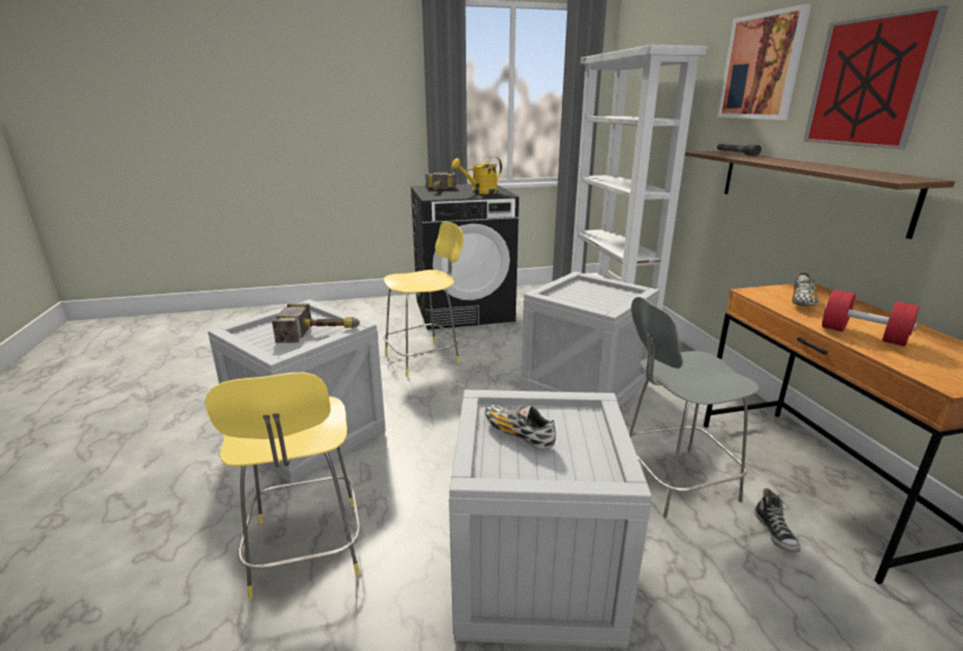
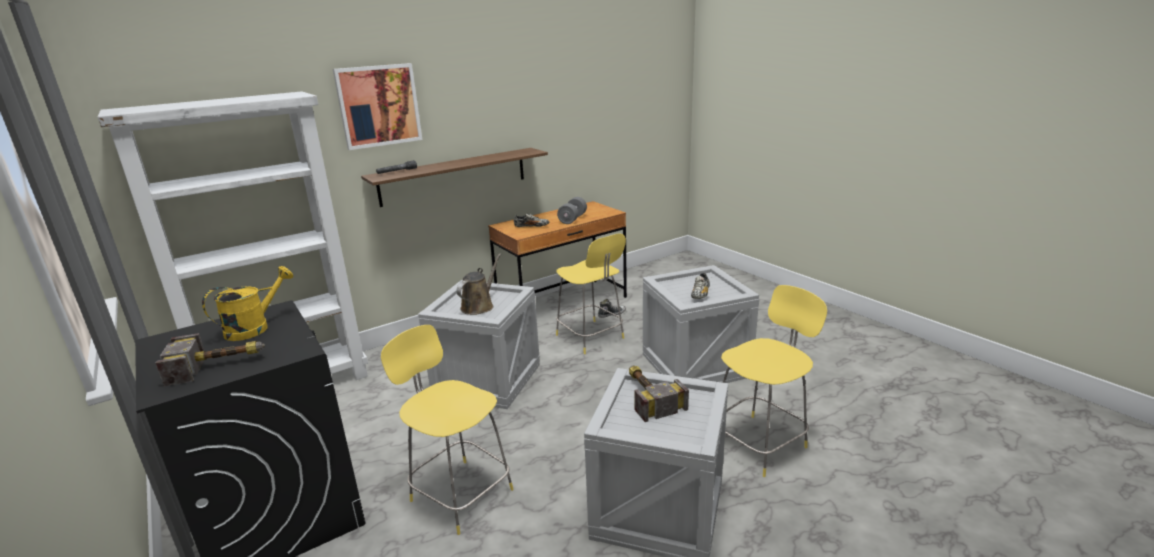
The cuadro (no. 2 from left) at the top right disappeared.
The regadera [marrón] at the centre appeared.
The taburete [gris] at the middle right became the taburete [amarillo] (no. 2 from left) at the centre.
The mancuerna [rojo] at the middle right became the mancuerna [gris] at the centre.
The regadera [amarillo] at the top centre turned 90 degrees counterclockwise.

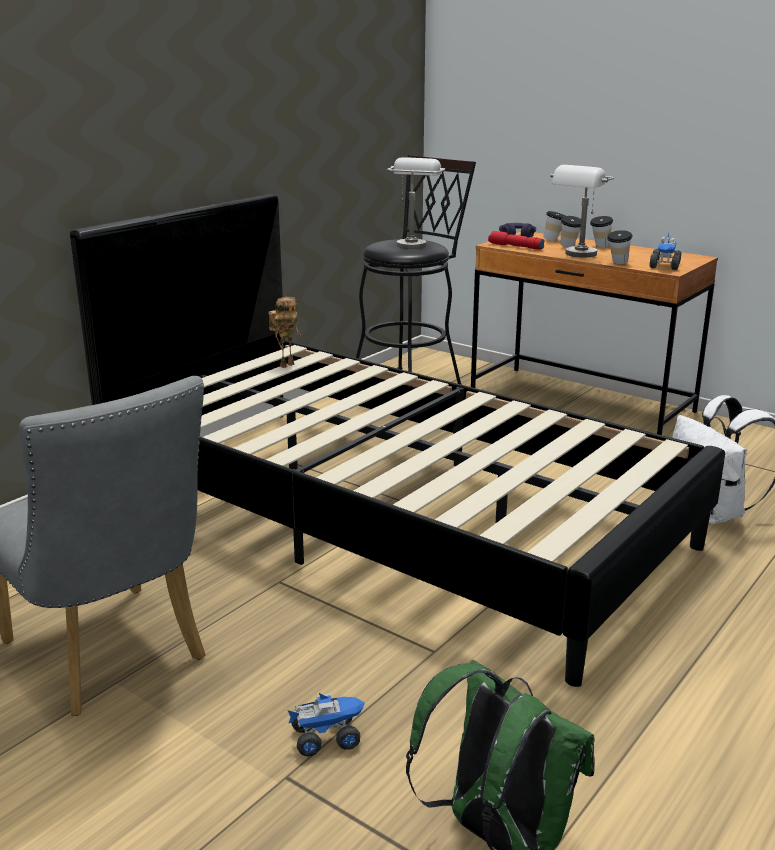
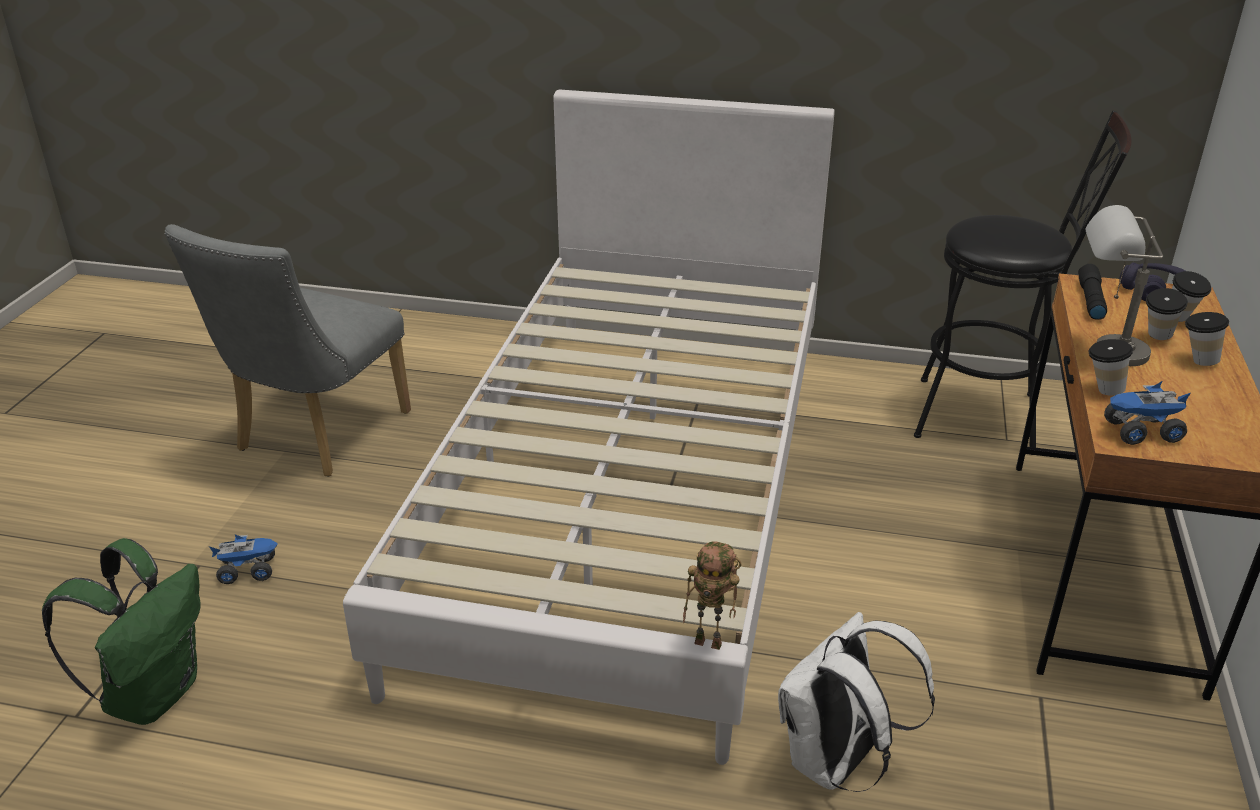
The lámpara de mesa [gris] (no. 1 from left) at the top centre disappeared.
The robot de juguete moved from the centre to the bottom centre.
The cama [negro] at the centre became the cama [blanco] at the centre.
The linterna [rojo] at the top centre became the linterna [negro] at the middle right.
The camión de juguete (no. 1 from left) at the bottom centre turned 60 degrees counterclockwise.

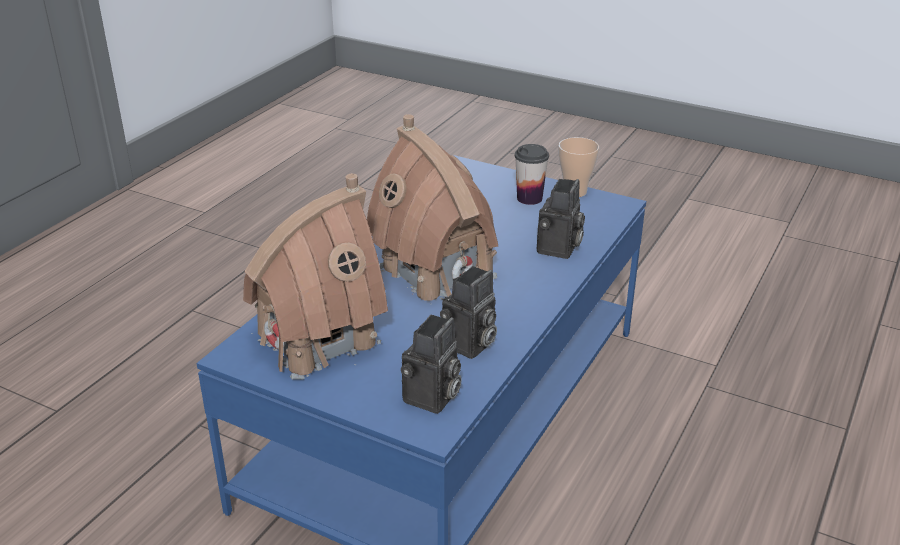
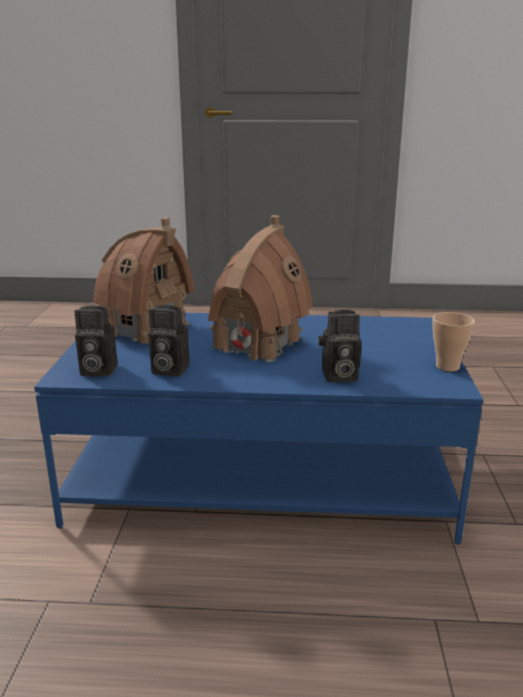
The taza (no. 1 from left) at the top centre disappeared.

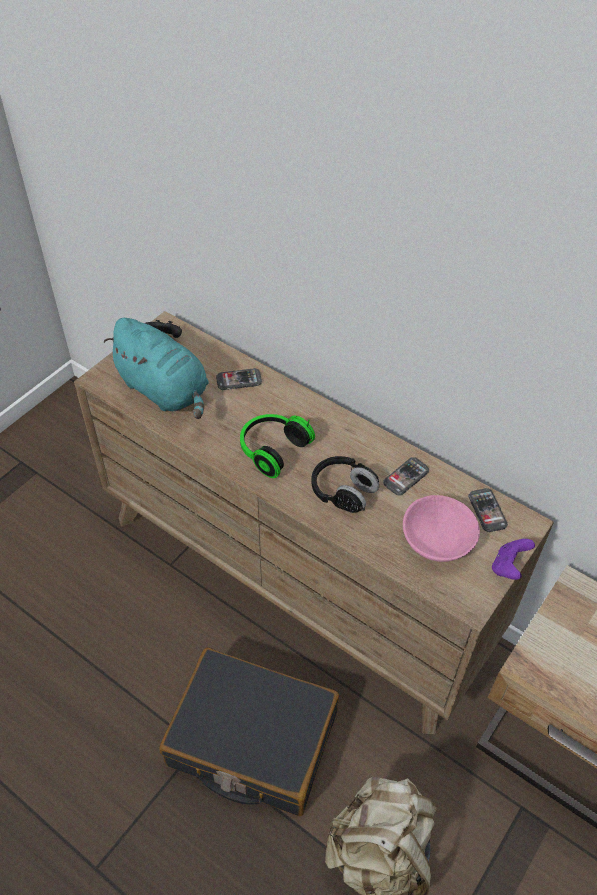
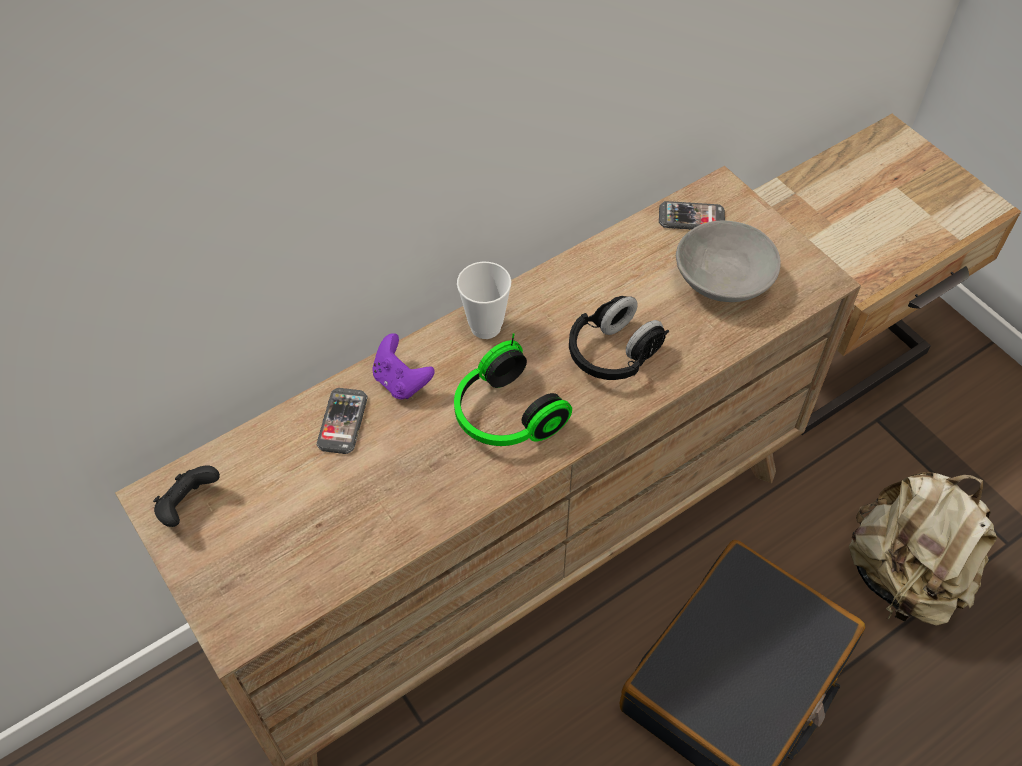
The peluche [turquesa] at the middle left disappeared.
The móvil (no. 2 from left) at the middle right disappeared.
The taza at the centre appeared.
The mando de consola [morado] moved from the middle right to the centre.
The cuenco [rosa] at the middle right became the cuenco [gris] at the middle right.

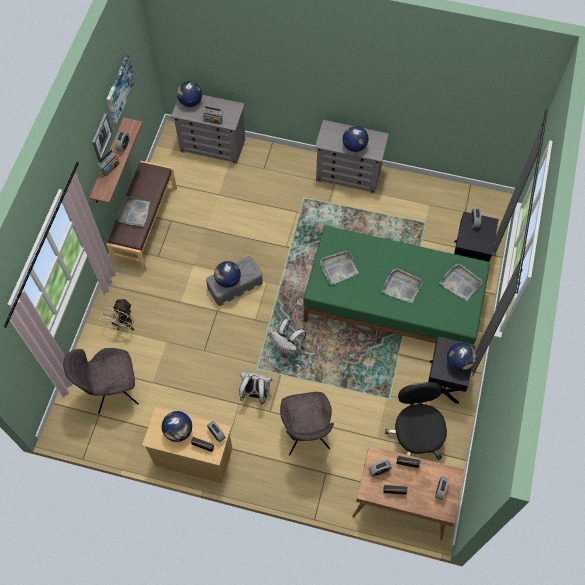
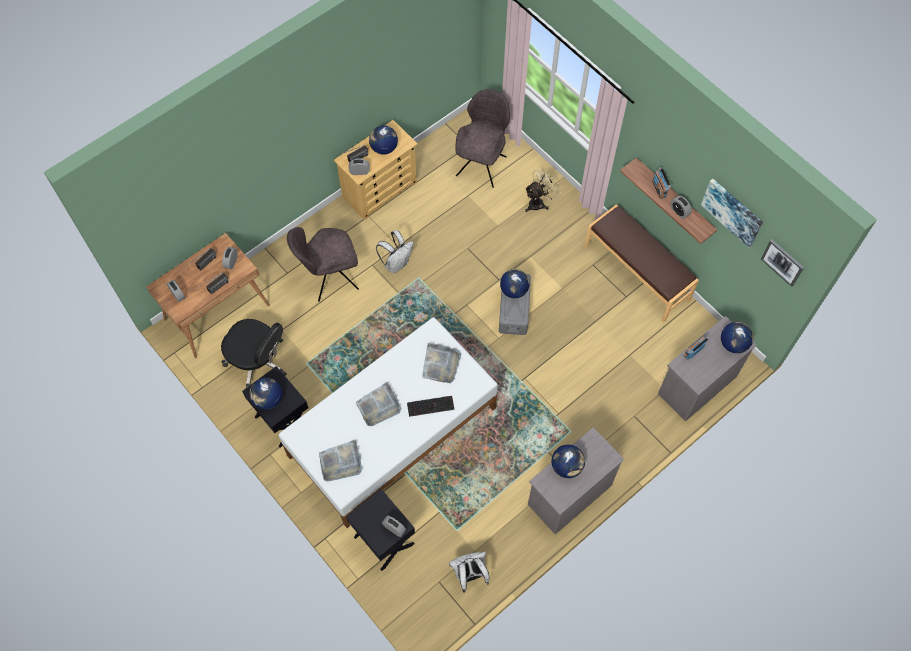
The bandeja [gris] (no. 1 from left) at the middle left disappeared.
The teclado at the centre appeared.
The cuadro (no. 1 from left in the first image) moved from the top left to the middle right.
The mochila [blanco] (no. 2 from left) moved from the centre to the bottom centre.
The cama [verde] at the middle right became the cama [blanco] at the centre.
The ventilador [beis] at the middle left turned 90 degrees clockwise.
The silla [gris] (no. 2 from left in the first image) at the bottom centre turned 45 degrees counterclockwise.

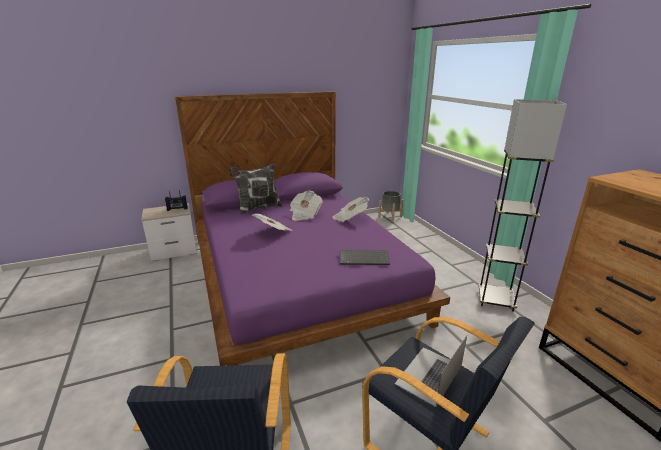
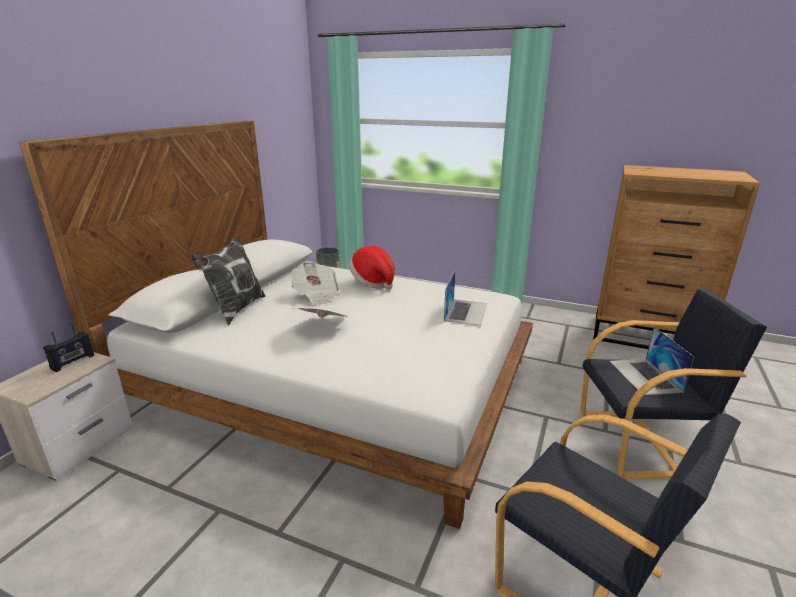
The lámpara de pie [gris] at the middle right disappeared.
The periódico (no. 3 from left) at the centre was replaced by the sombrero at the centre.
The teclado at the centre was replaced by the portátil (no. 1 from left) at the centre.
The cama [morado] at the centre became the cama [blanco] at the centre.

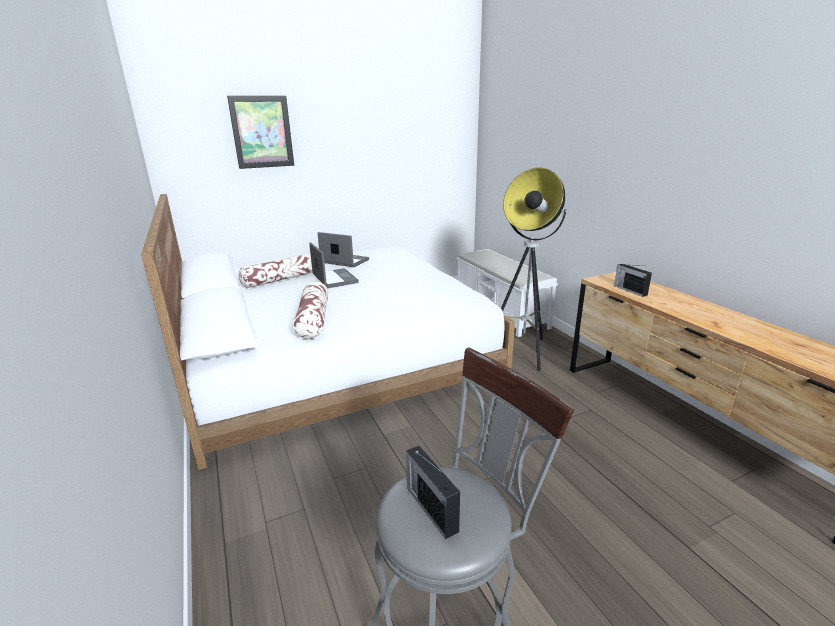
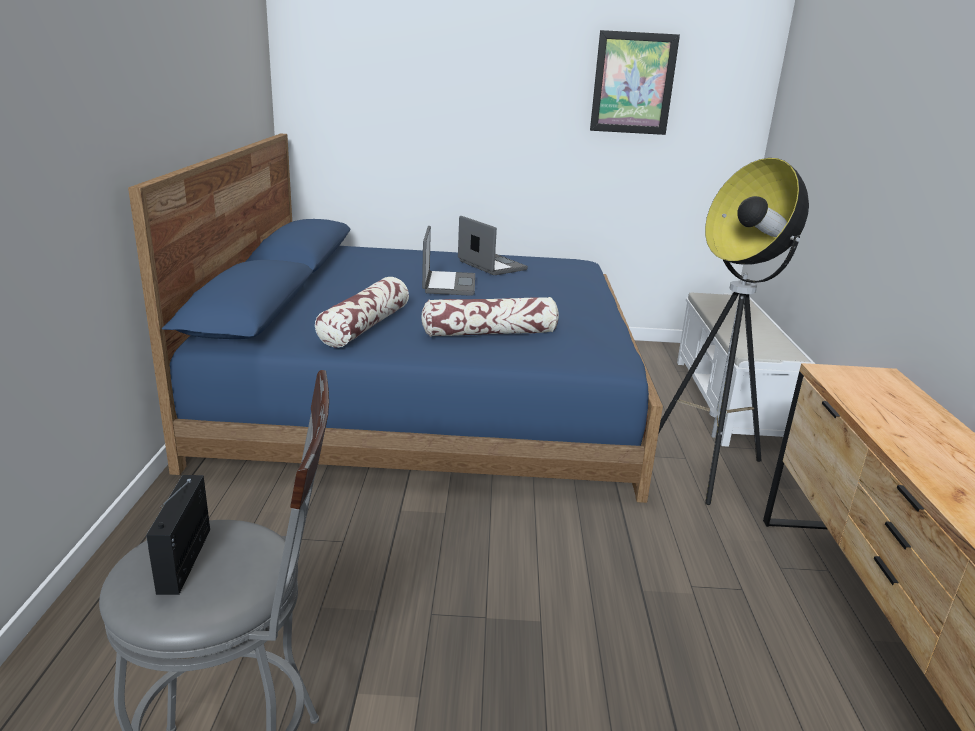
The radio (no. 2 from left) at the middle right disappeared.
The cuadro moved from the top left to the top centre.
The cojín (no. 1 from left in the first image) moved from the middle left to the centre.
The cama [blanco] at the centre became the cama [azul] at the centre.

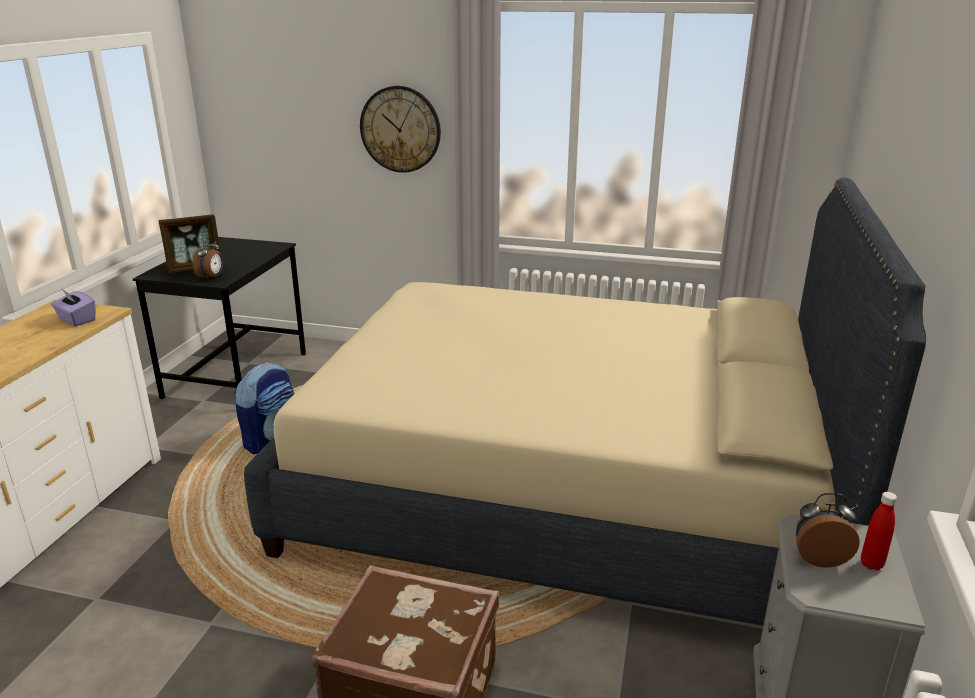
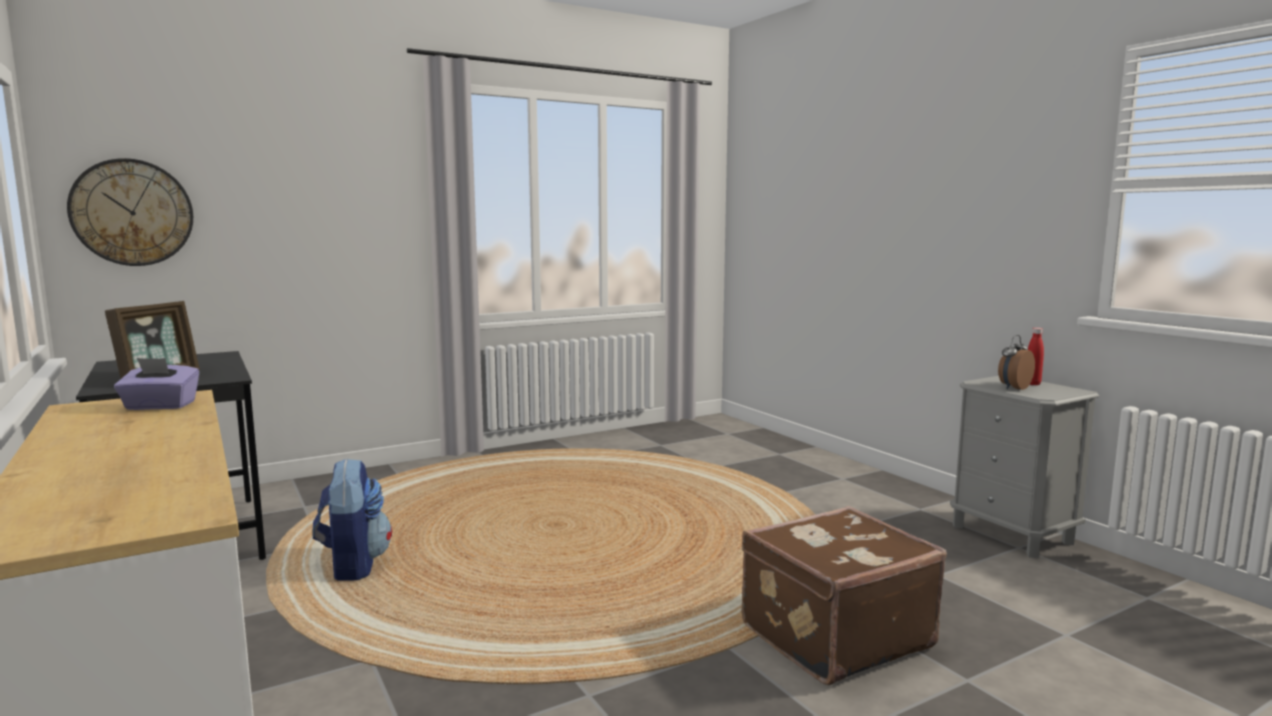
The despertador (no. 1 from left) at the middle left disappeared.
The cama [beis] at the centre disappeared.
The reloj de pared moved from the top centre to the top left.

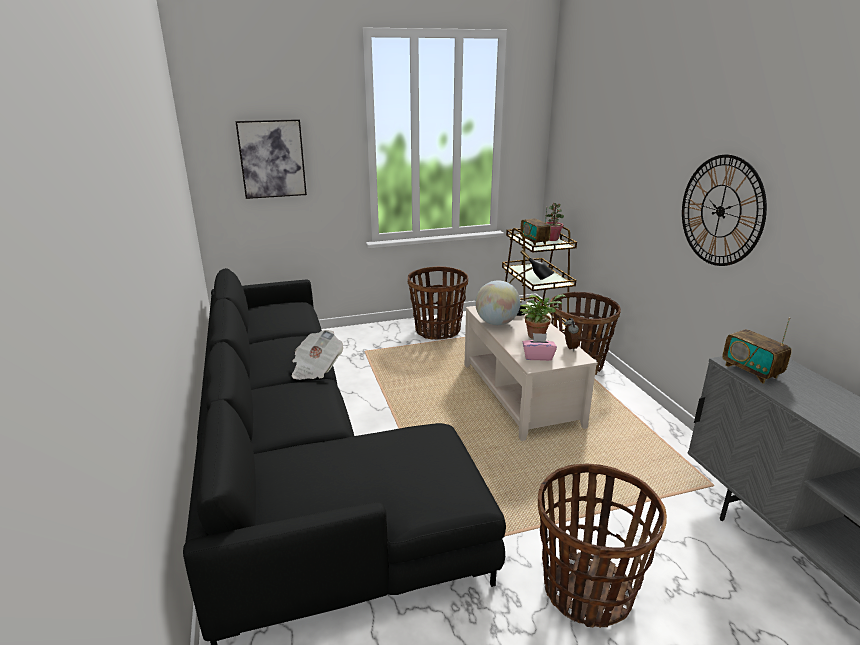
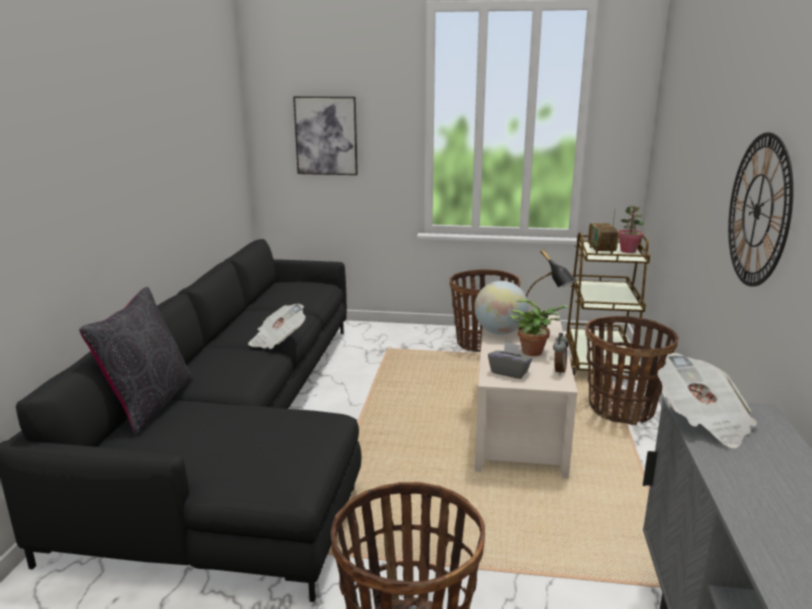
The cojín [negro] at the middle left appeared.
The radio (no. 2 from left) at the middle right was replaced by the periódico (no. 2 from left) at the middle right.
The caja de pañuelos [rosa] at the centre became the caja de pañuelos [gris] at the centre.

